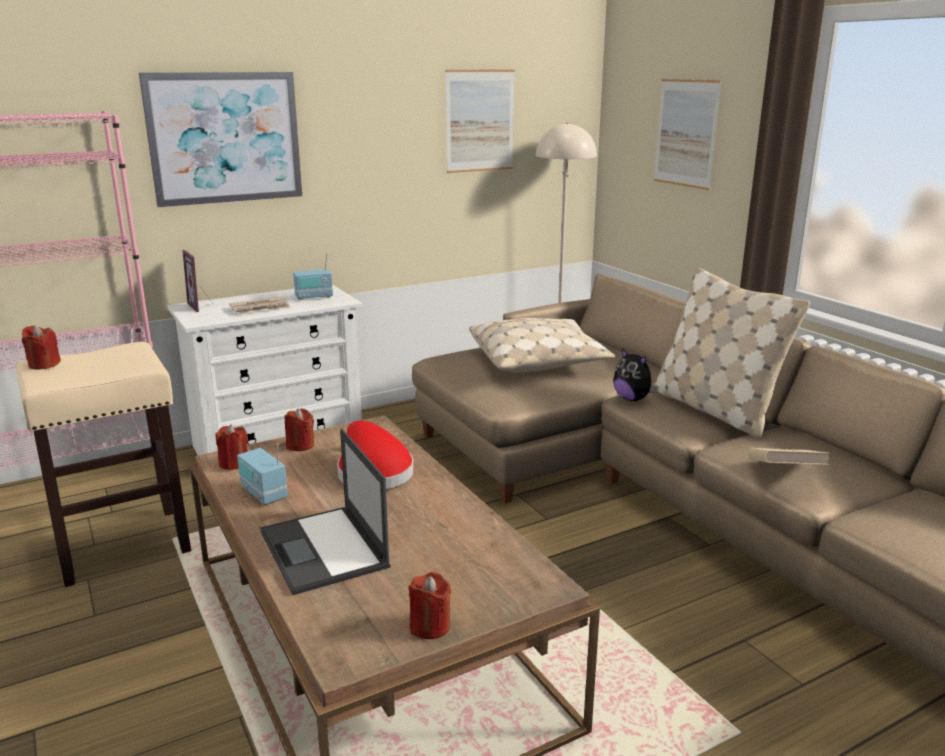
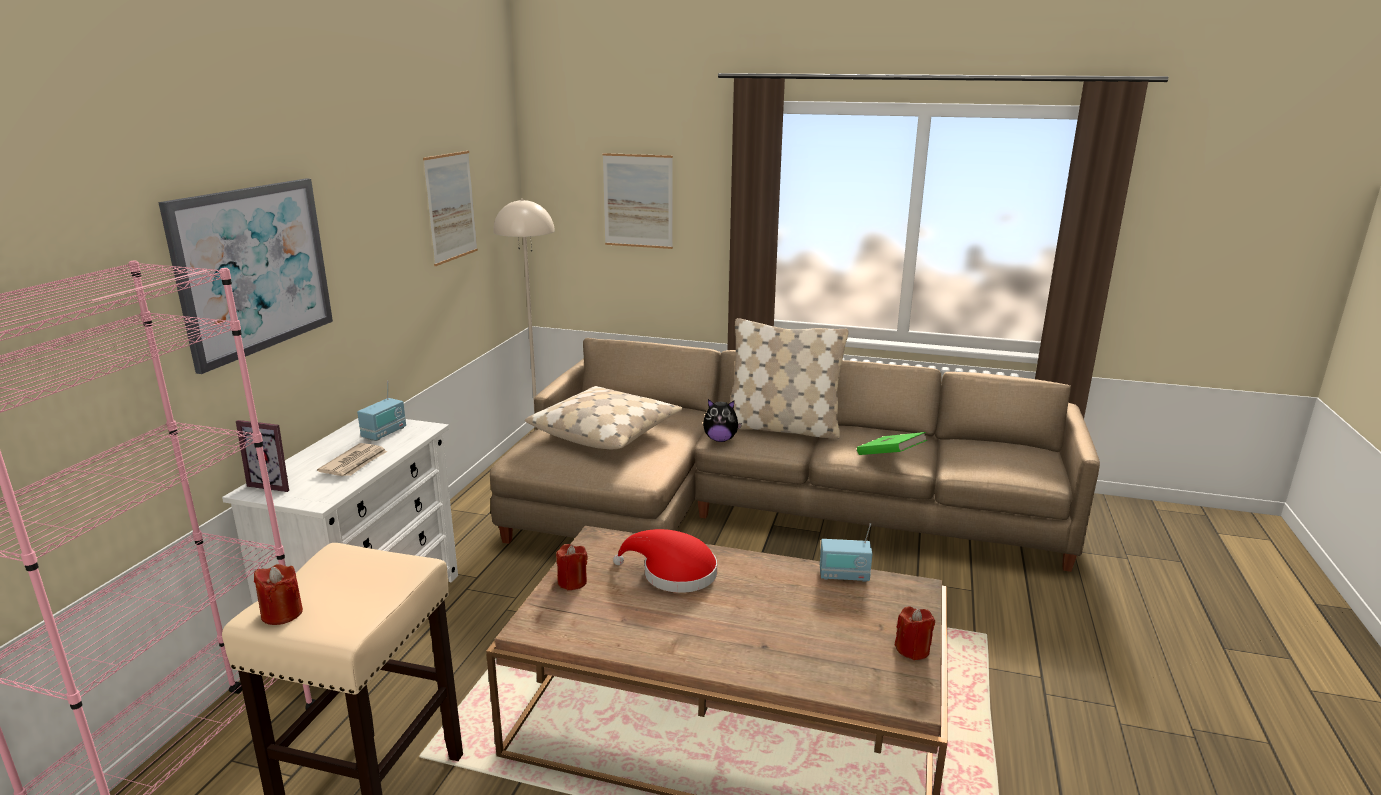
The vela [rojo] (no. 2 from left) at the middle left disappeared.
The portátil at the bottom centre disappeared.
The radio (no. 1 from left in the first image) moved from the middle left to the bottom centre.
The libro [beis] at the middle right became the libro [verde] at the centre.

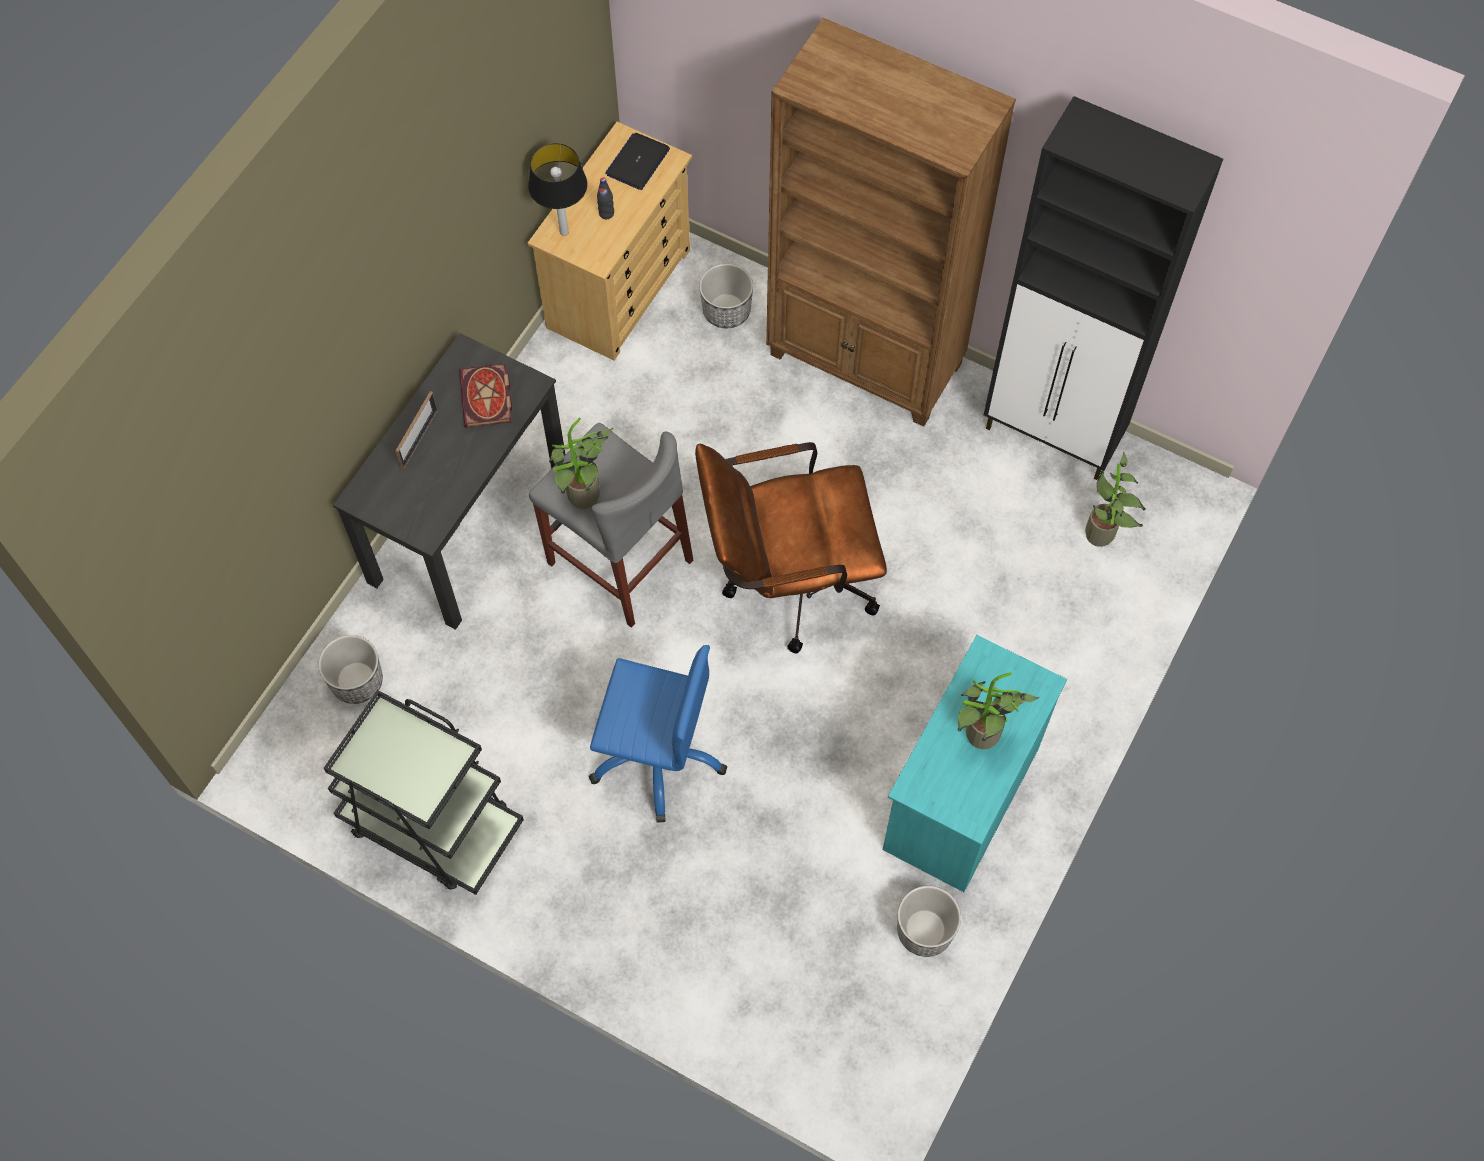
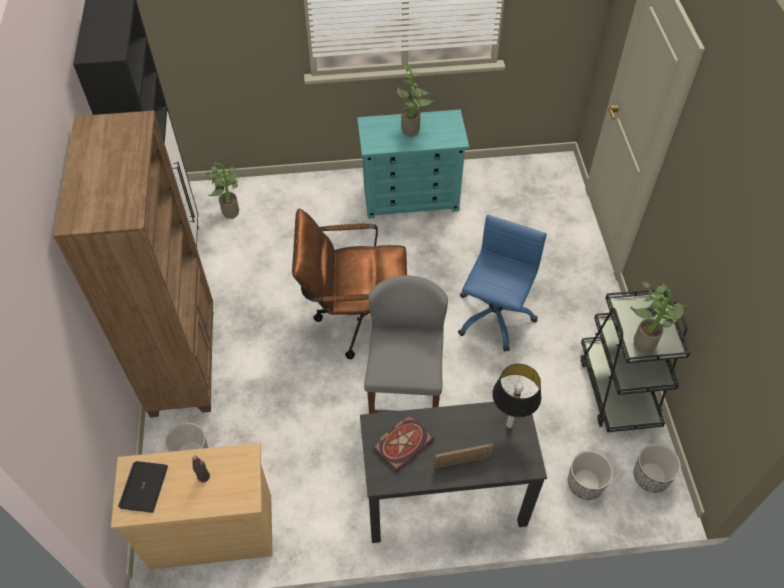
The lámpara de mesa moved from the top centre to the bottom centre.
The planta en maceta (no. 1 from left in the first image) moved from the centre to the middle right.
The maceta (no. 3 from left) moved from the bottom centre to the bottom right.
The silla de oficina [azul] at the centre turned 45 degrees clockwise.
The portátil at the top centre turned 105 degrees clockwise.
The silla de oficina [marrón] at the centre turned 135 degrees clockwise.

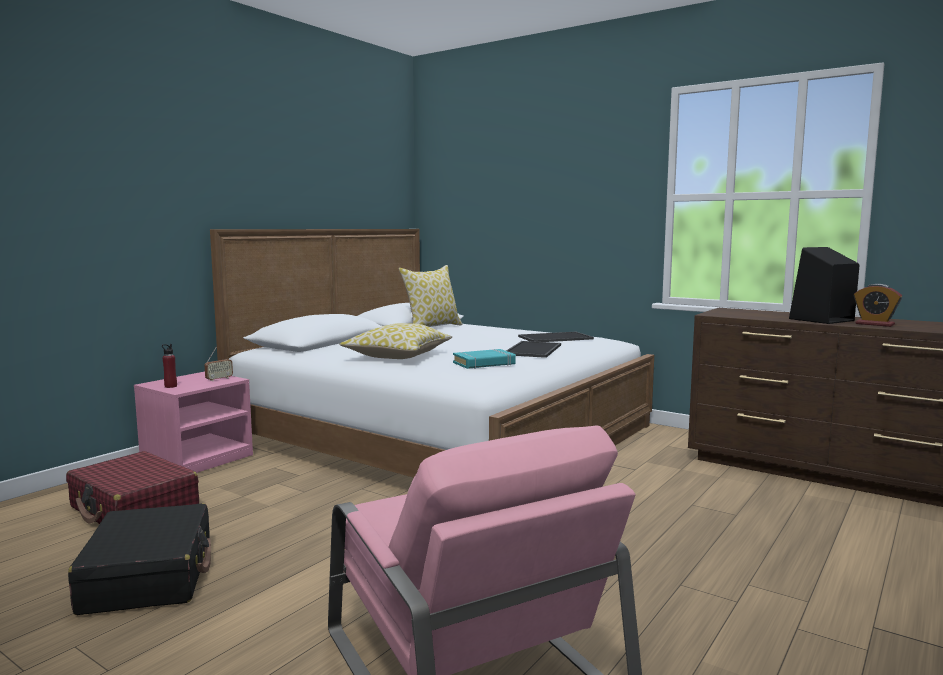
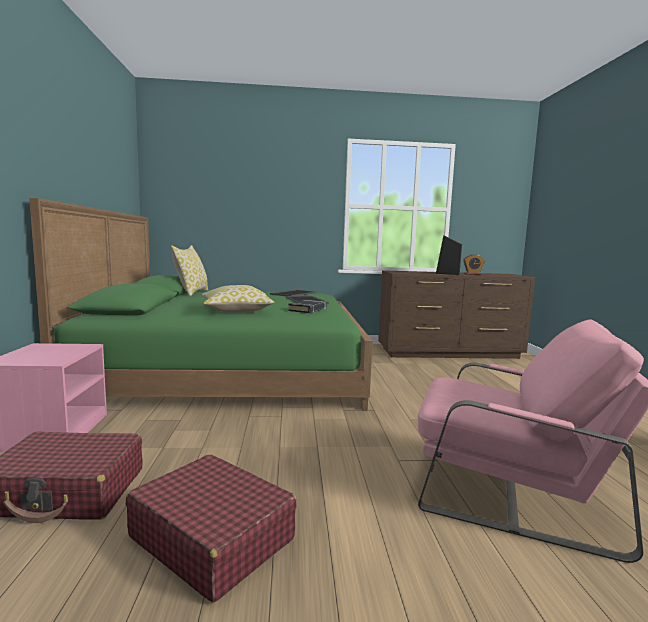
The botella [rojo] at the middle left disappeared.
The radio at the middle left disappeared.
The maleta [negro] at the bottom left became the maleta [rojo] (no. 2 from left) at the bottom left.
The cama [blanco] at the centre became the cama [verde] at the middle left.
The libro [turquesa] at the centre became the libro [negro] at the centre.

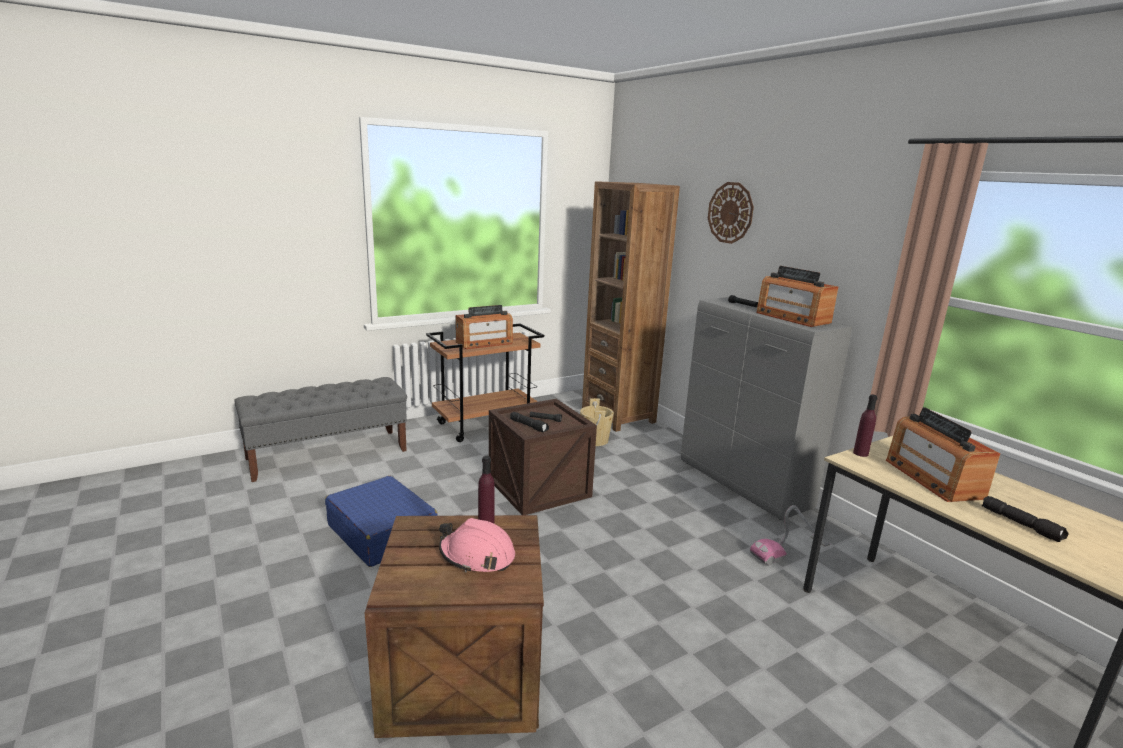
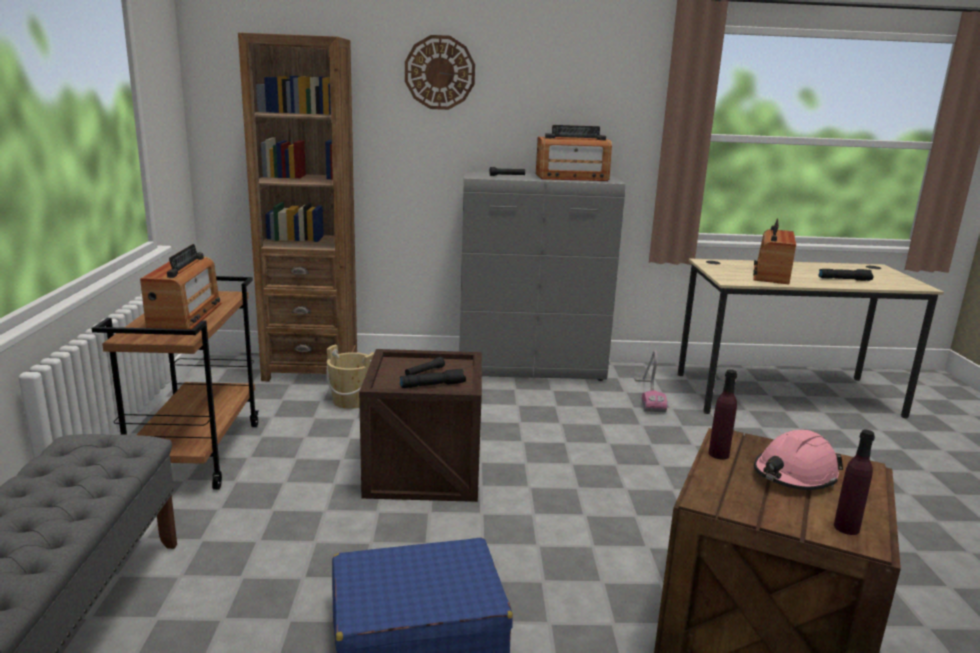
The botella [morado] (no. 2 from left) moved from the middle right to the bottom right.
The radio (no. 3 from left) at the middle right turned 90 degrees clockwise.

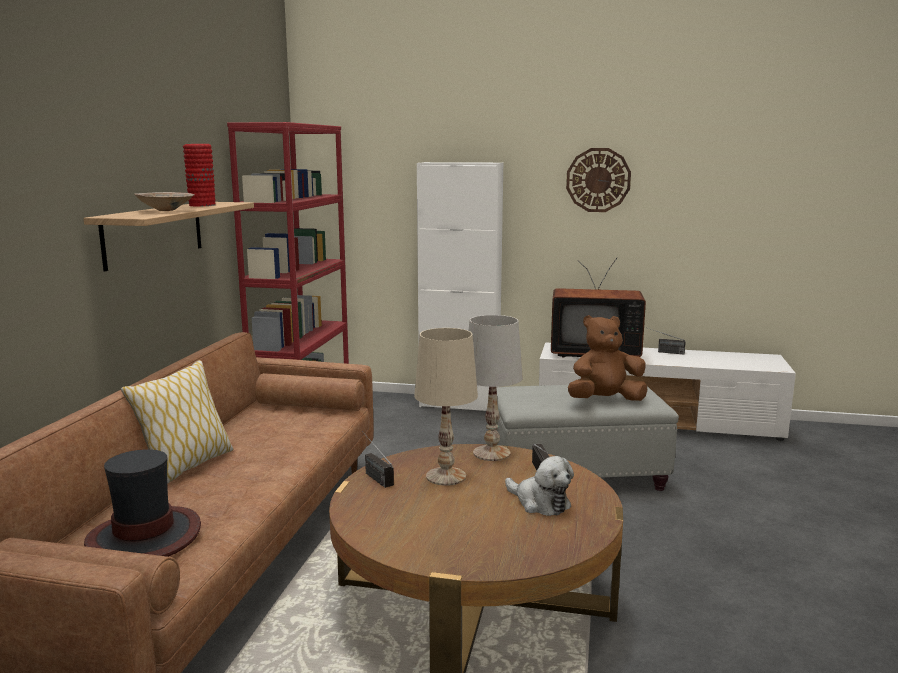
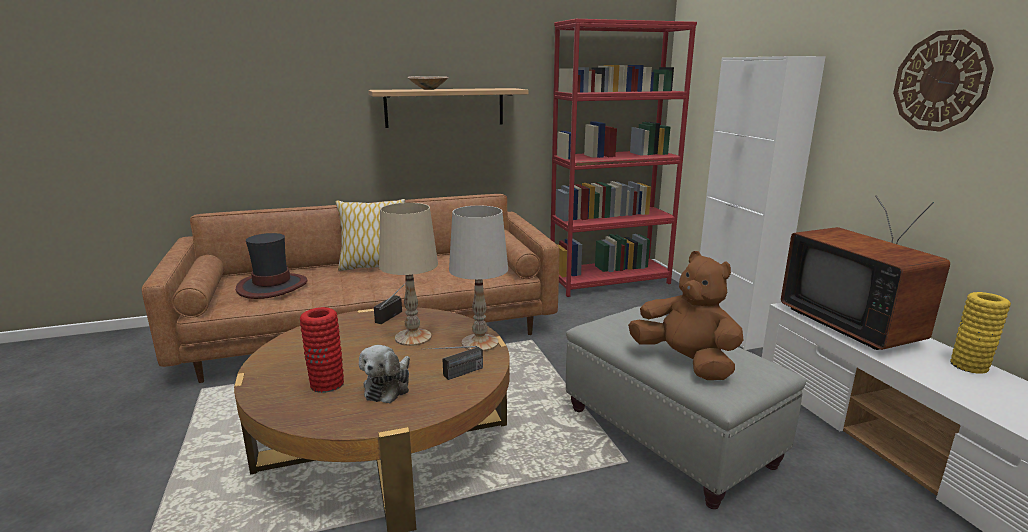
The florero [rojo] moved from the top left to the middle left.
The radio (no. 3 from left) at the middle right was replaced by the florero [amarillo] at the middle right.

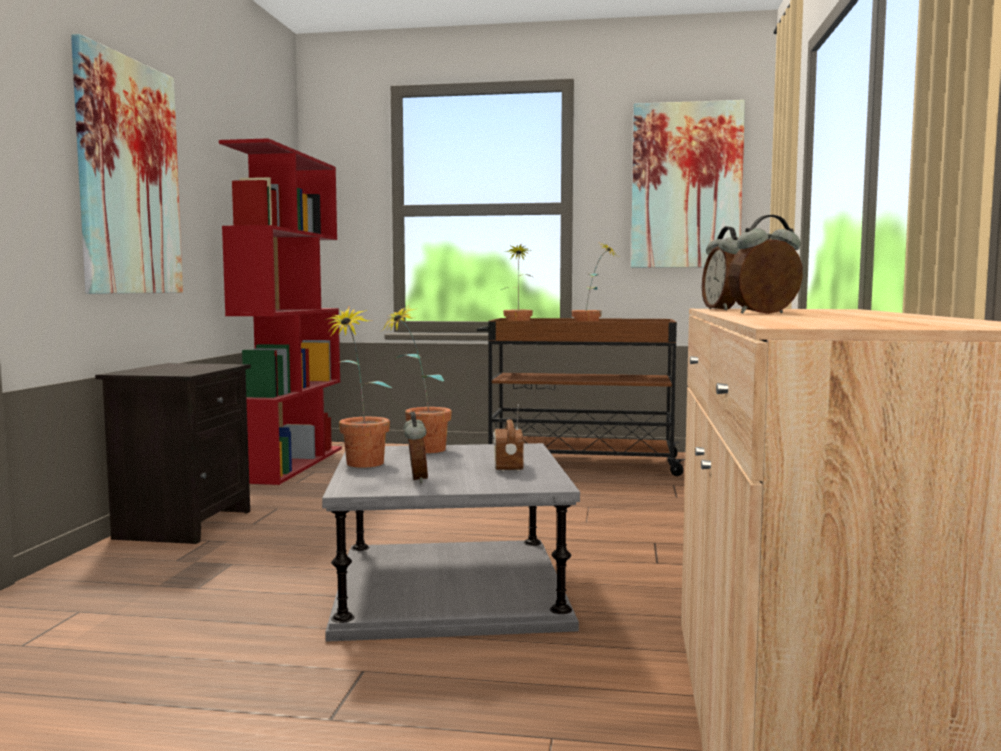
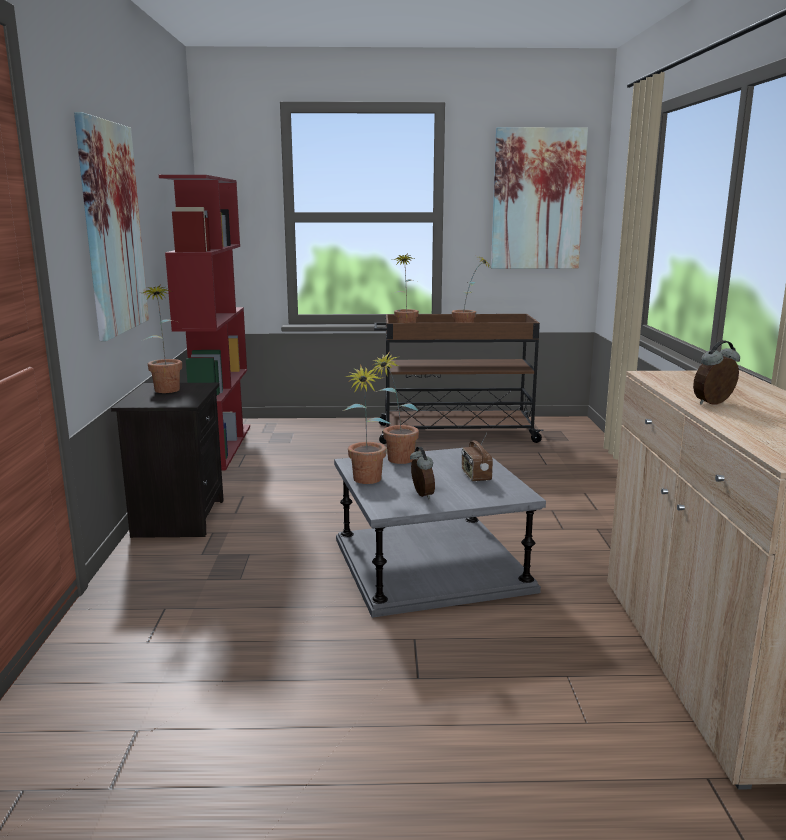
The despertador (no. 2 from left) at the middle right disappeared.
The planta en maceta (no. 1 from left) at the middle left appeared.

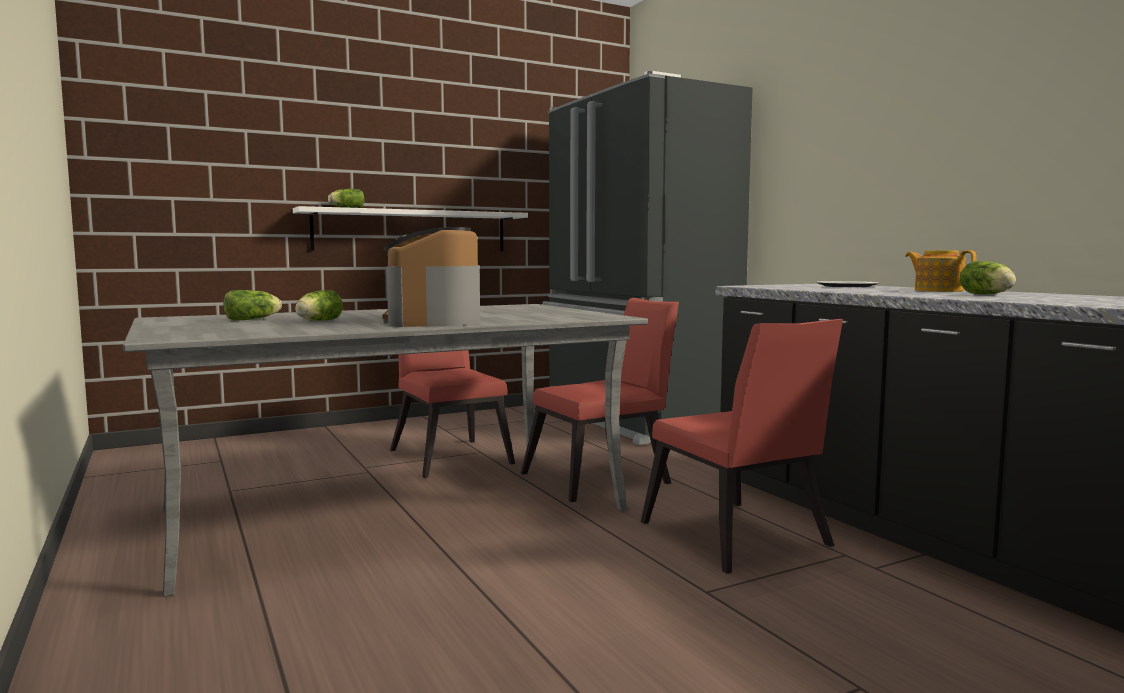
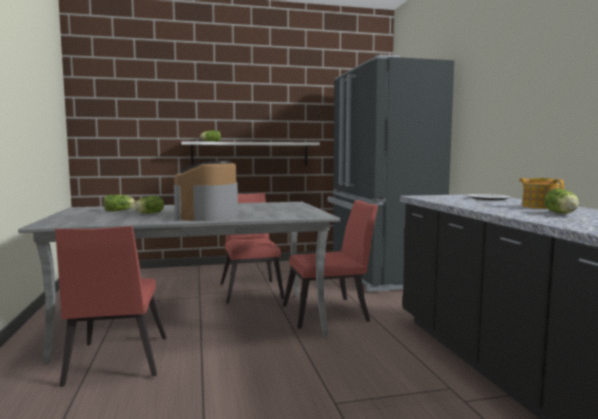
The silla [rojo] (no. 3 from left in the first image) moved from the centre to the bottom left.

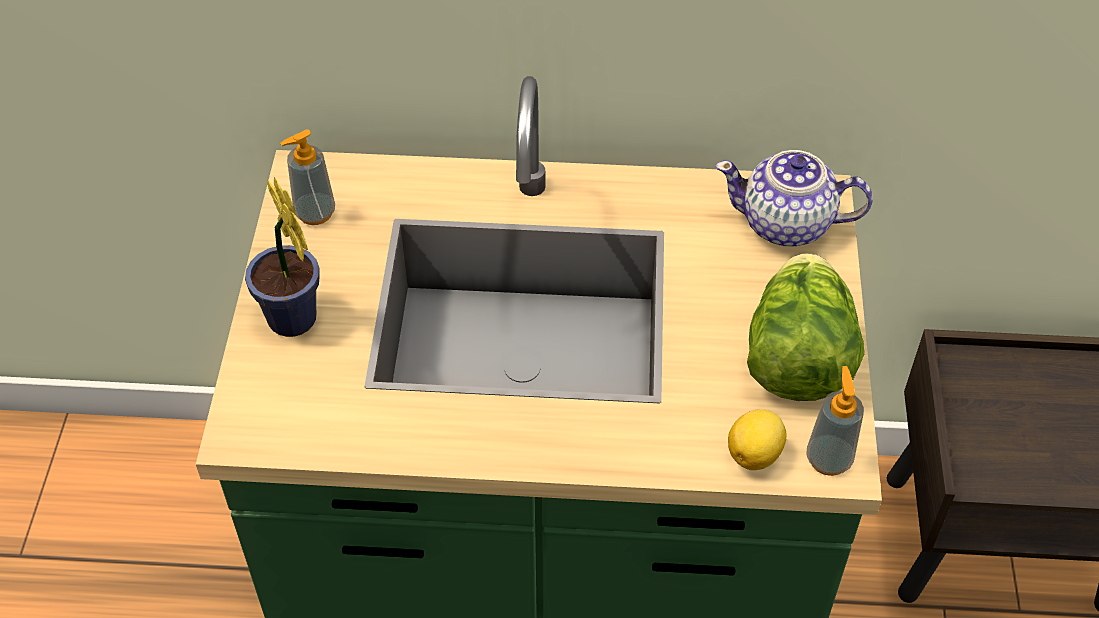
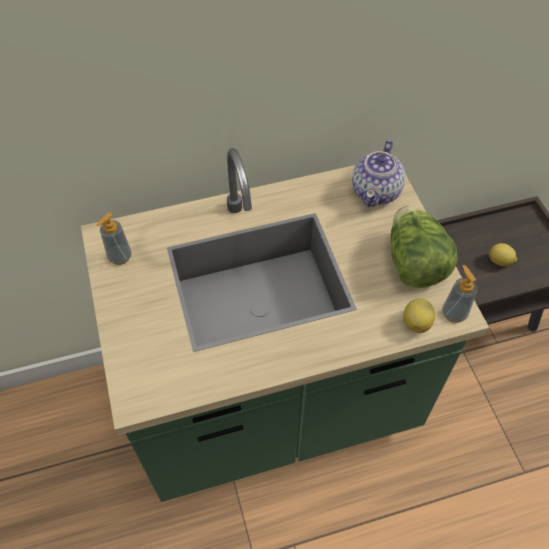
The planta en maceta at the middle left disappeared.
The limón (no. 2 from left) at the middle right appeared.
The tetera at the top right turned 60 degrees counterclockwise.

